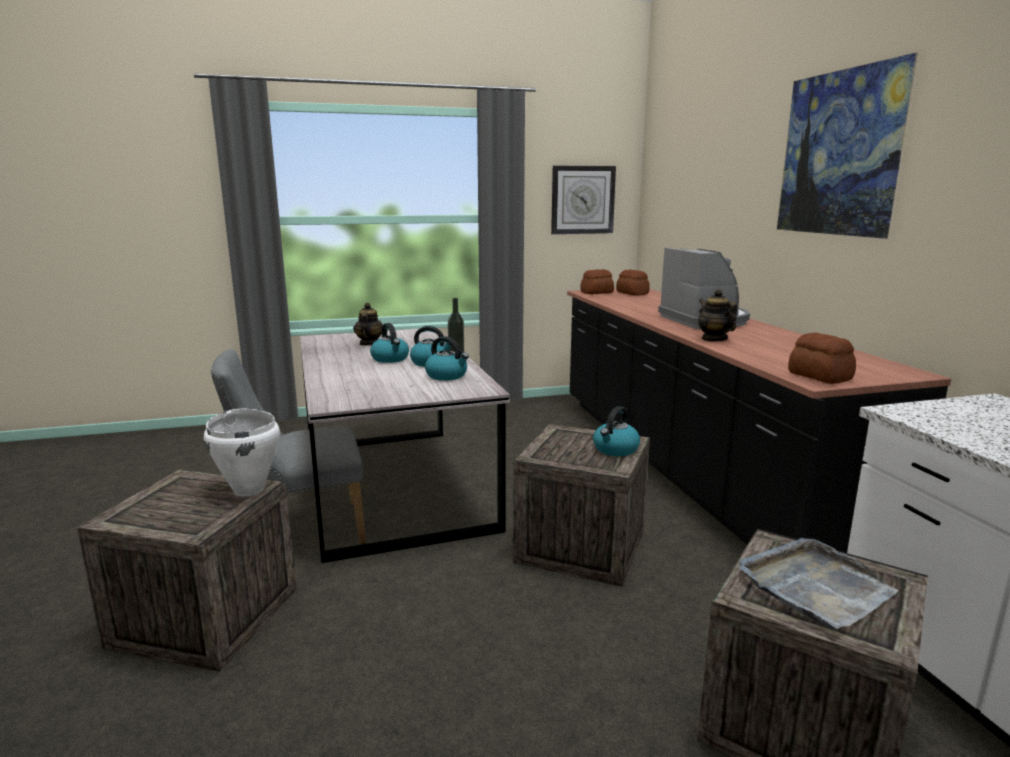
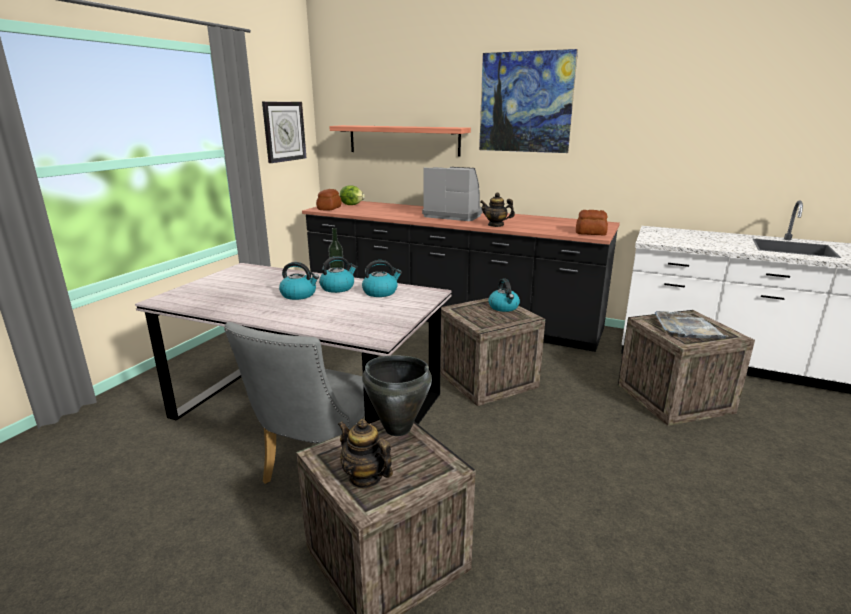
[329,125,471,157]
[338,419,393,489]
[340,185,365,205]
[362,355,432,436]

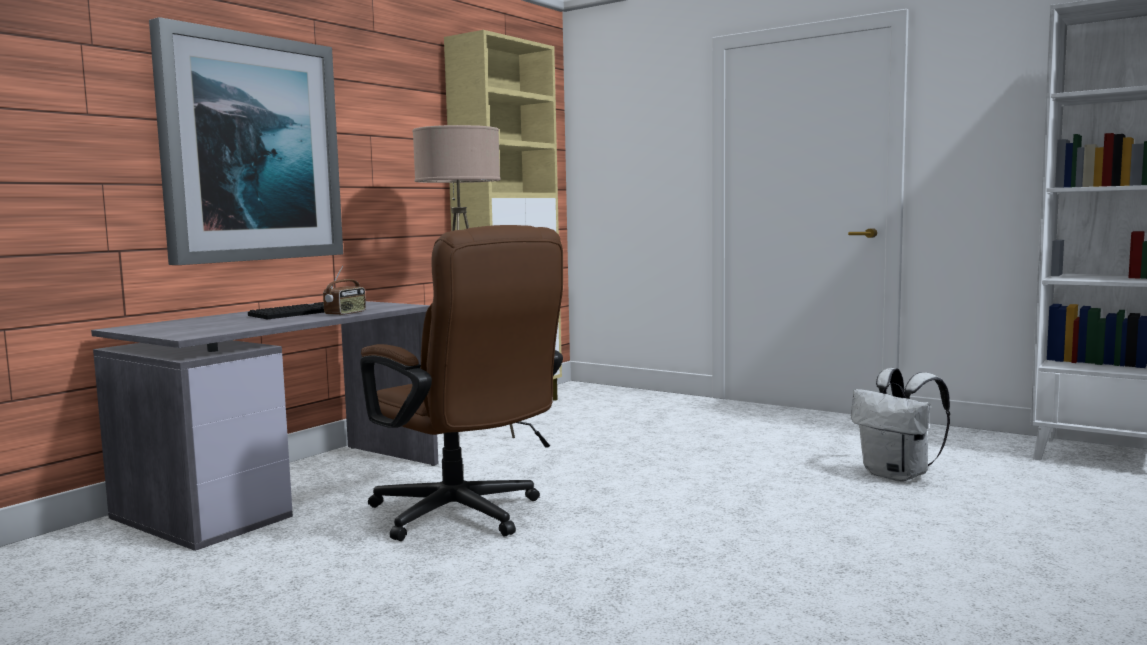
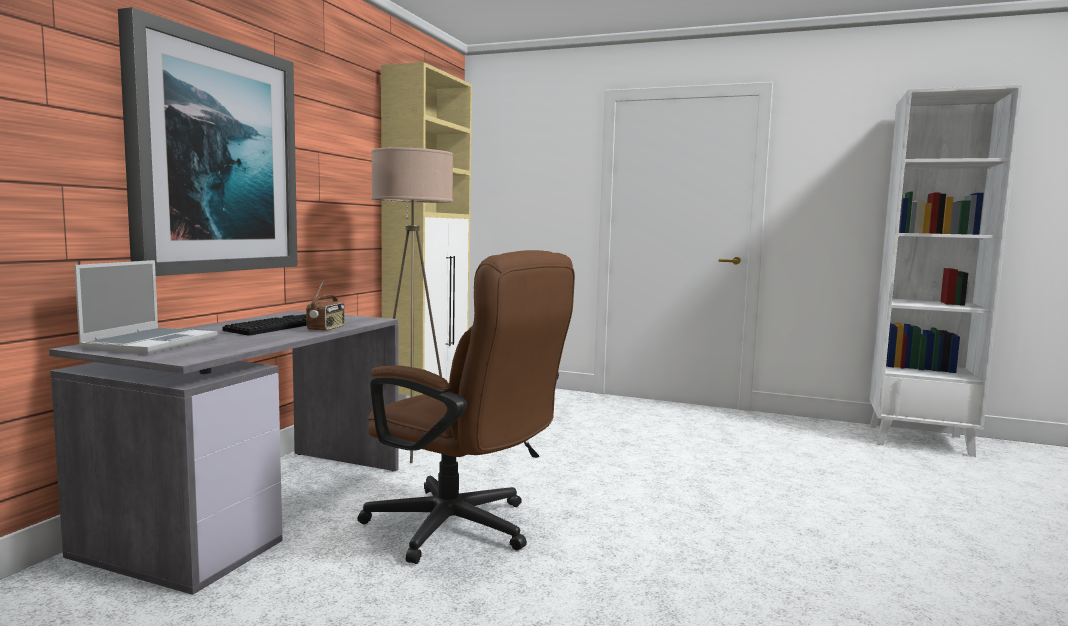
[74,260,218,354]
[851,368,950,482] (first image)

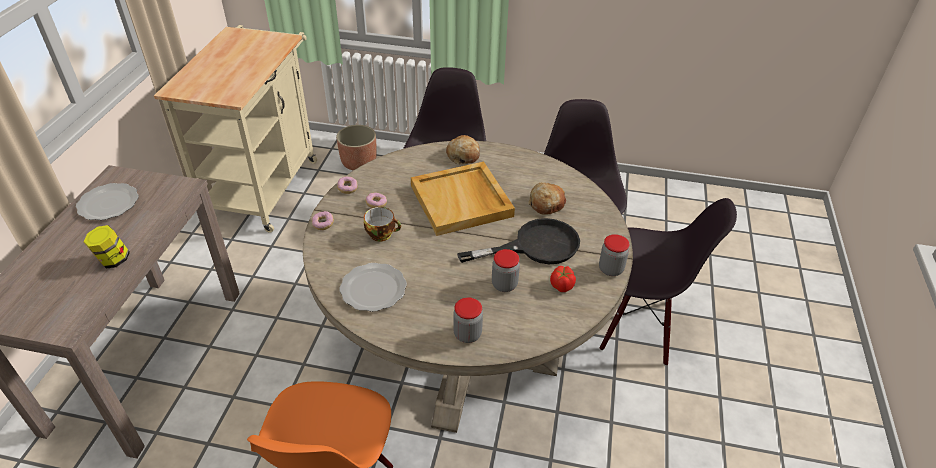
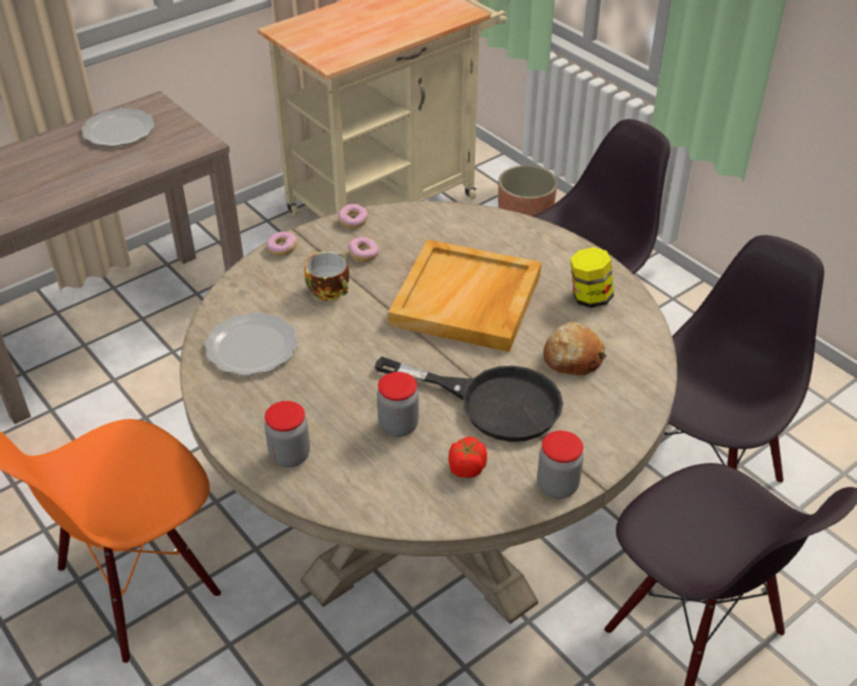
[570,247,614,308]
[446,135,480,164] (first image)

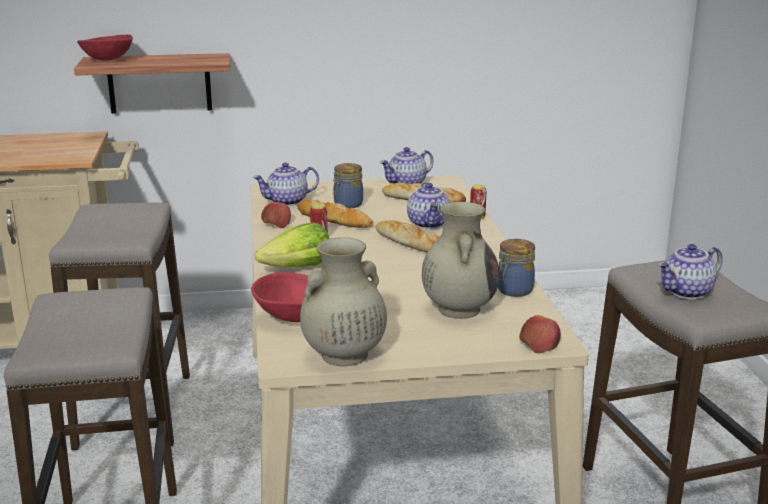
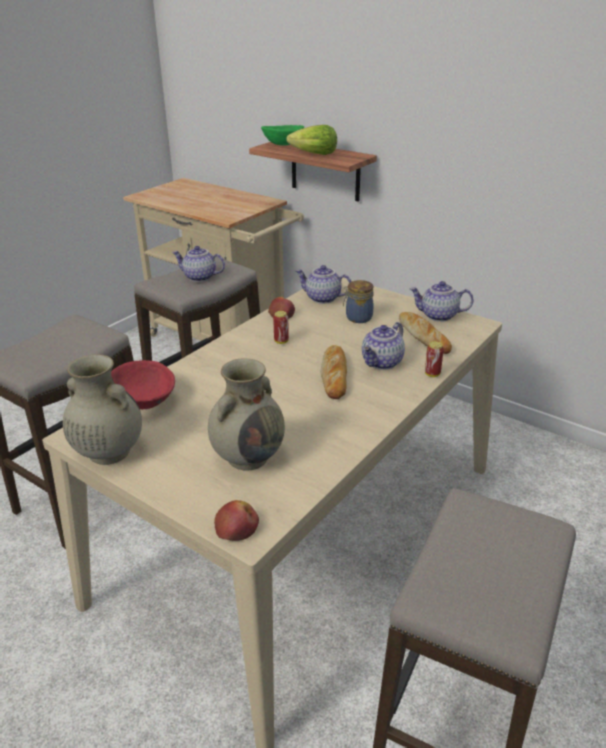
[172,246,225,282]
[261,125,304,146]
[286,125,337,155]
[297,200,373,228] (first image)
[498,239,535,297] (first image)

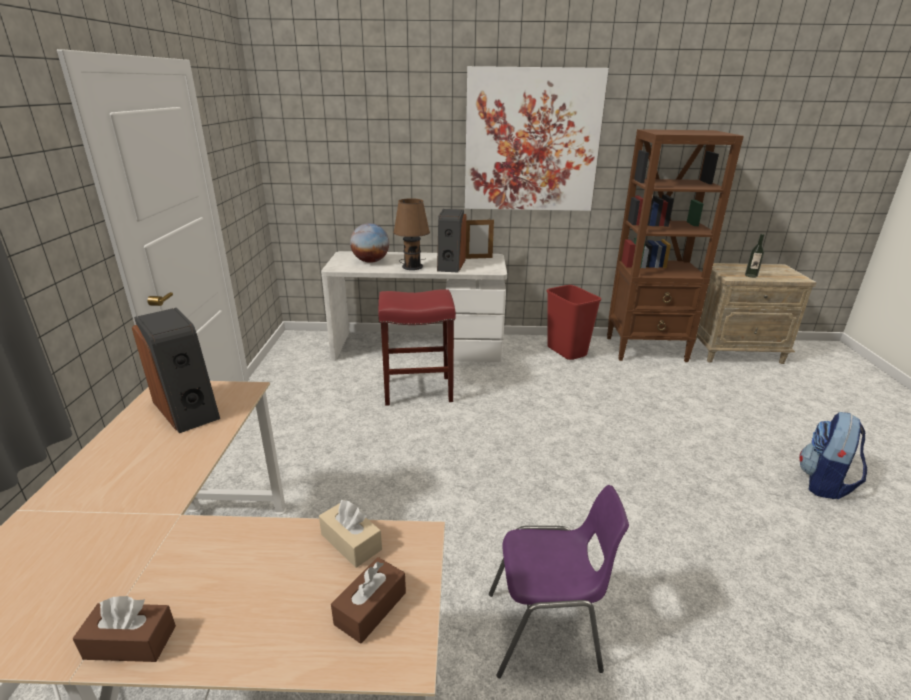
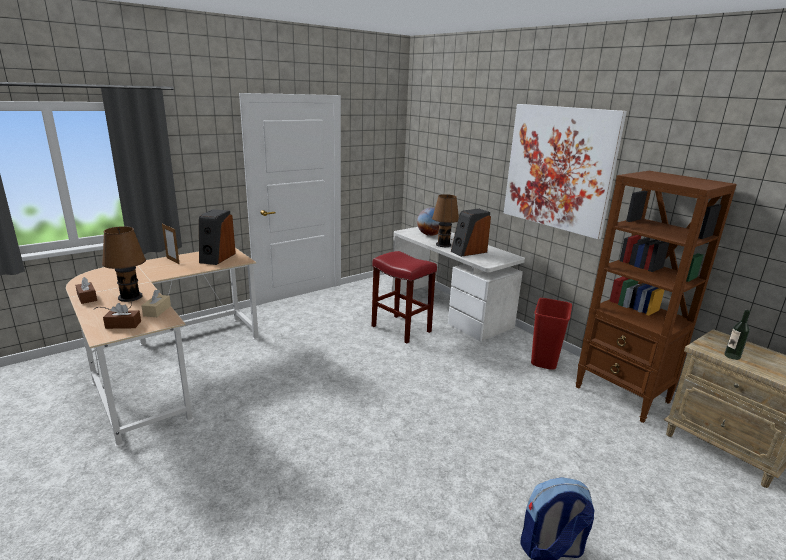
[95,226,146,310]
[162,224,180,264]
[489,485,629,678] (first image)

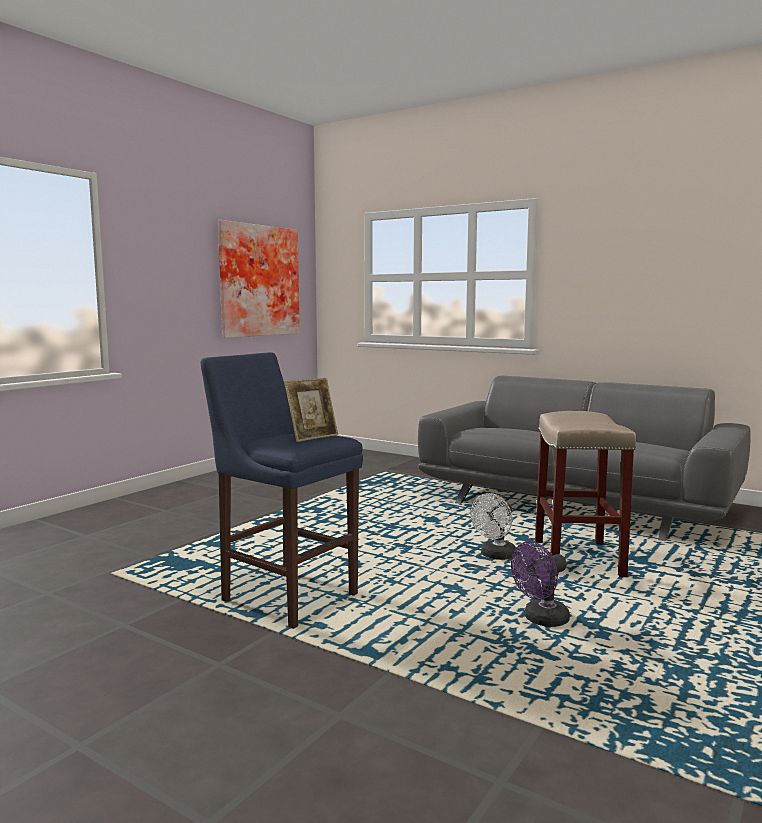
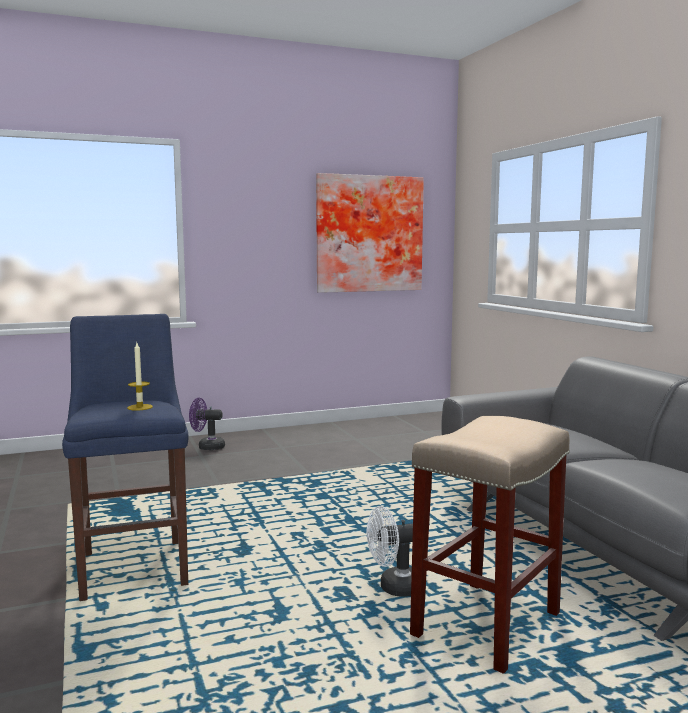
[127,343,153,411]
[189,398,225,450]

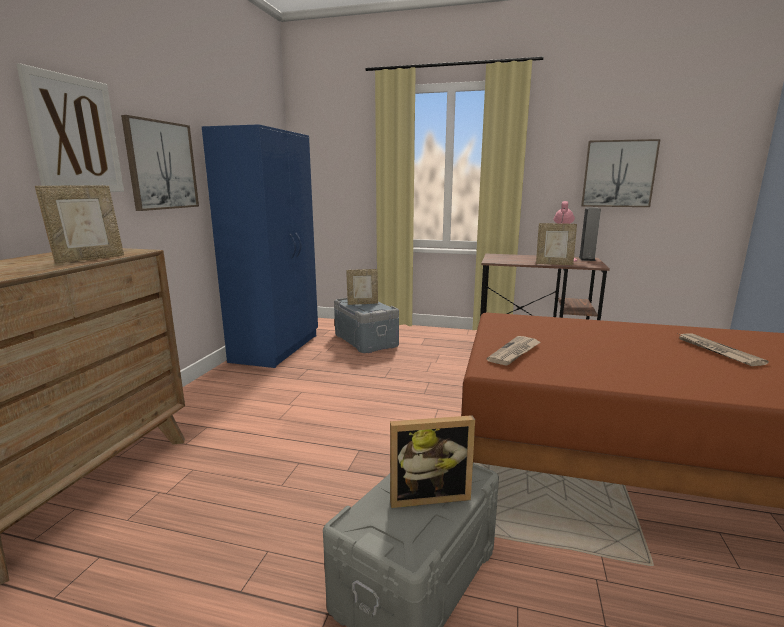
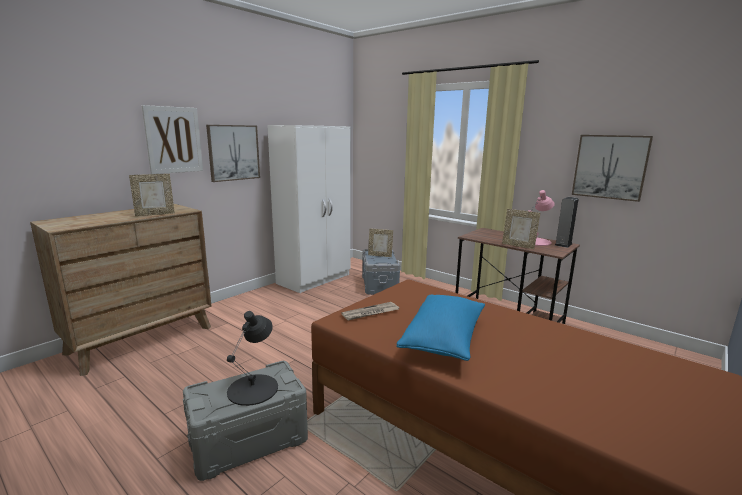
[227,311,278,406]
[267,125,351,293]
[396,295,485,361]
[678,333,769,366] (first image)

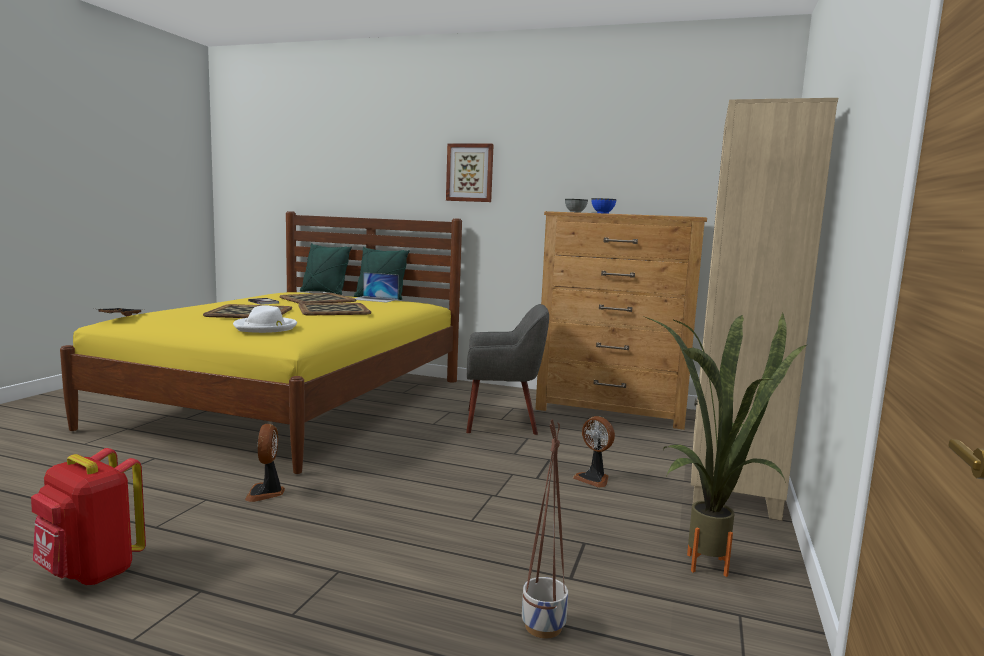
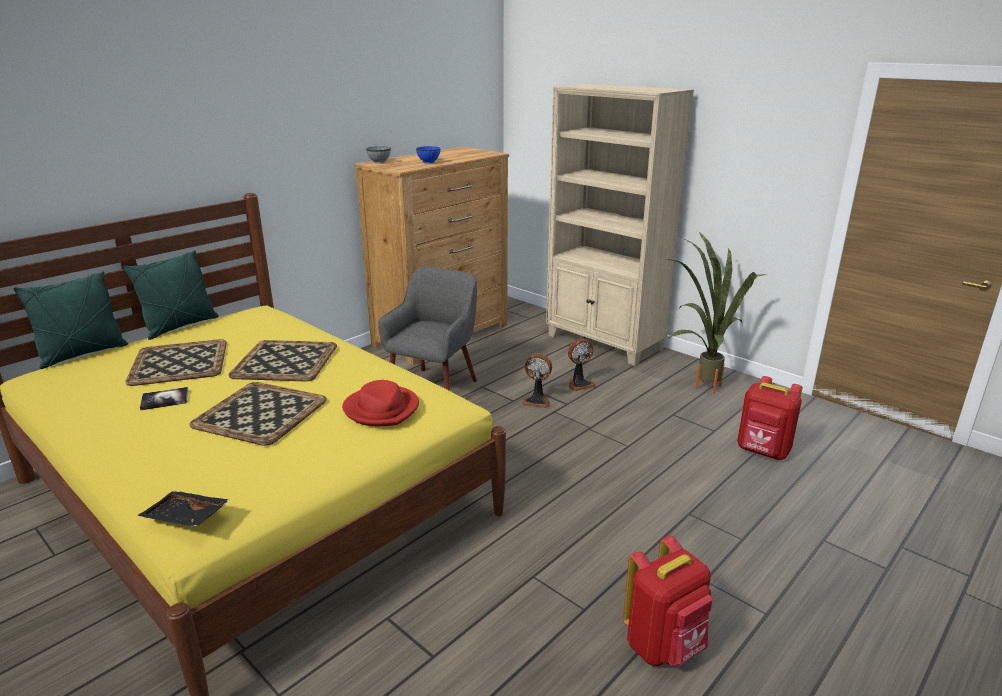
[342,380,419,426]
[521,353,552,408]
[737,376,802,460]
[355,272,399,303] (first image)
[446,143,494,202] (first image)

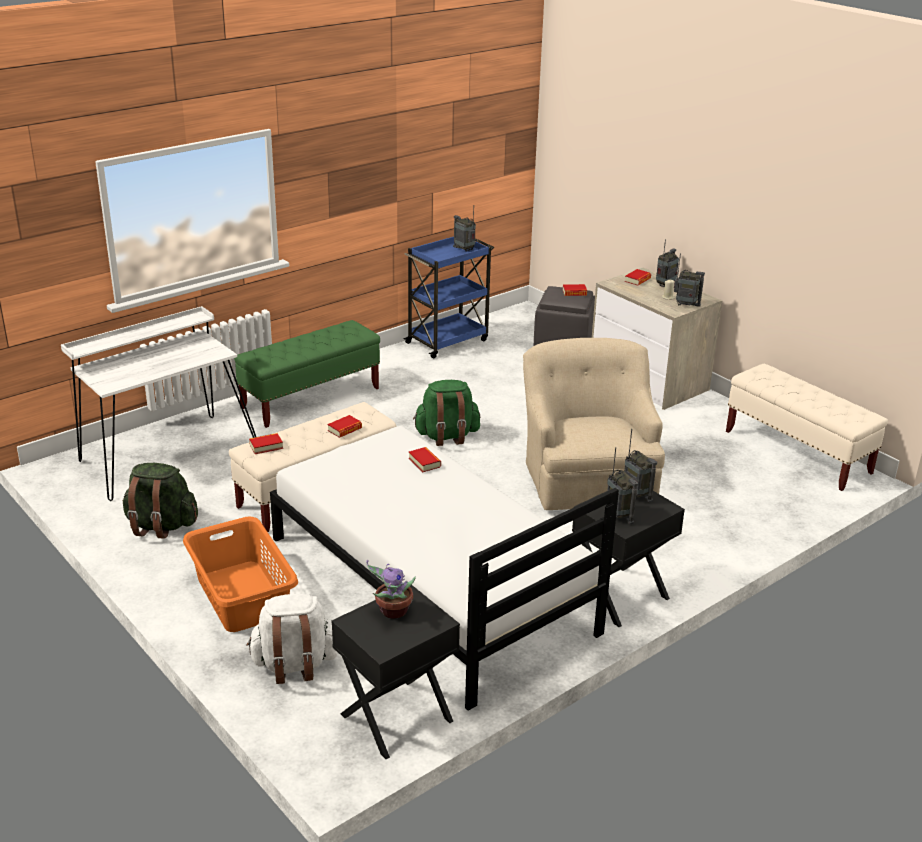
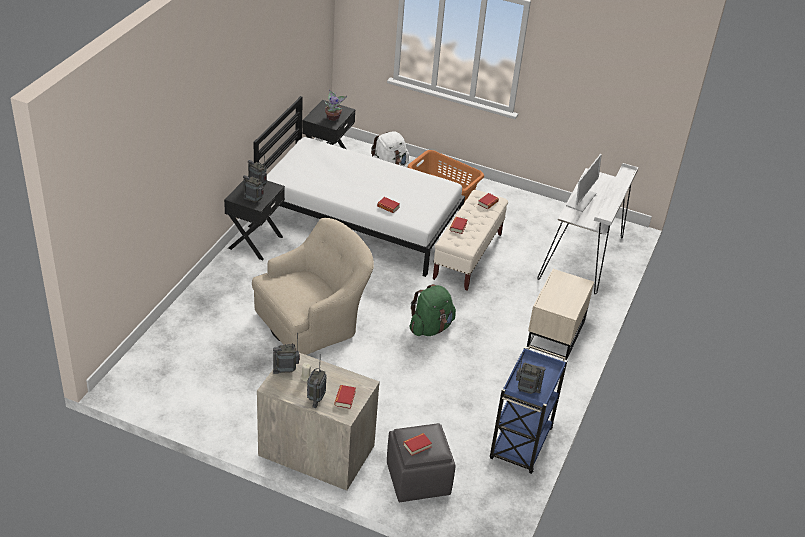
[252,218,374,355]
[527,269,594,360]
[566,154,602,212]
[122,463,198,539] (first image)
[726,364,888,491] (first image)

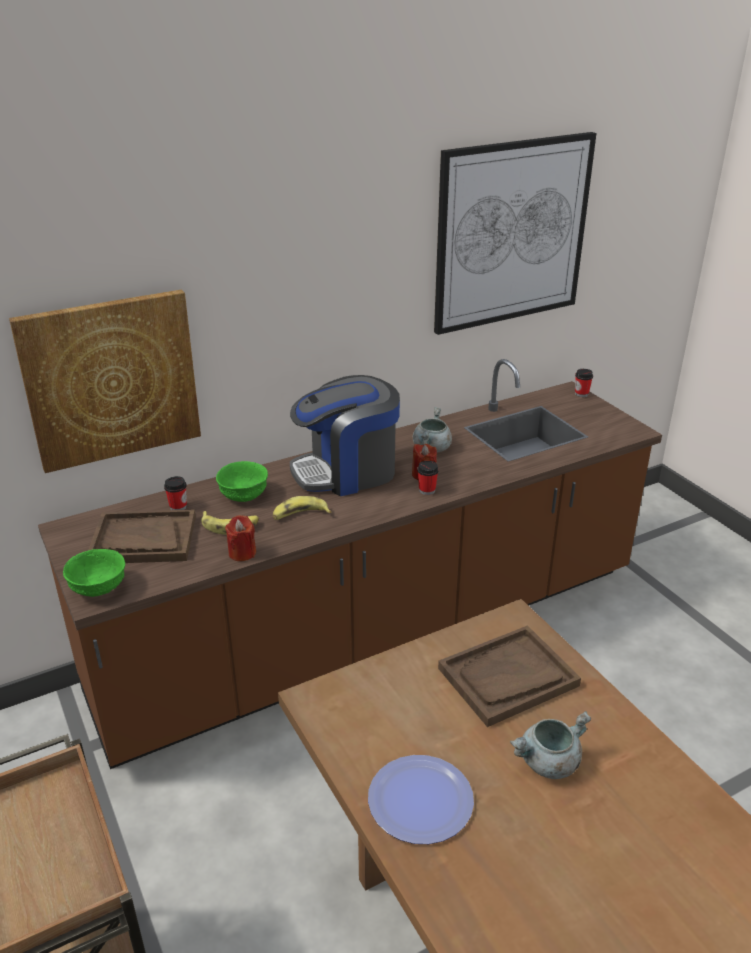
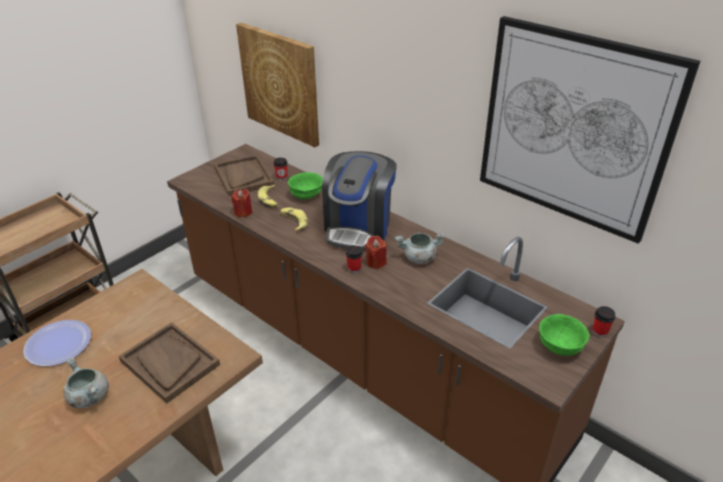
[322,151,396,251]
[539,314,589,356]

